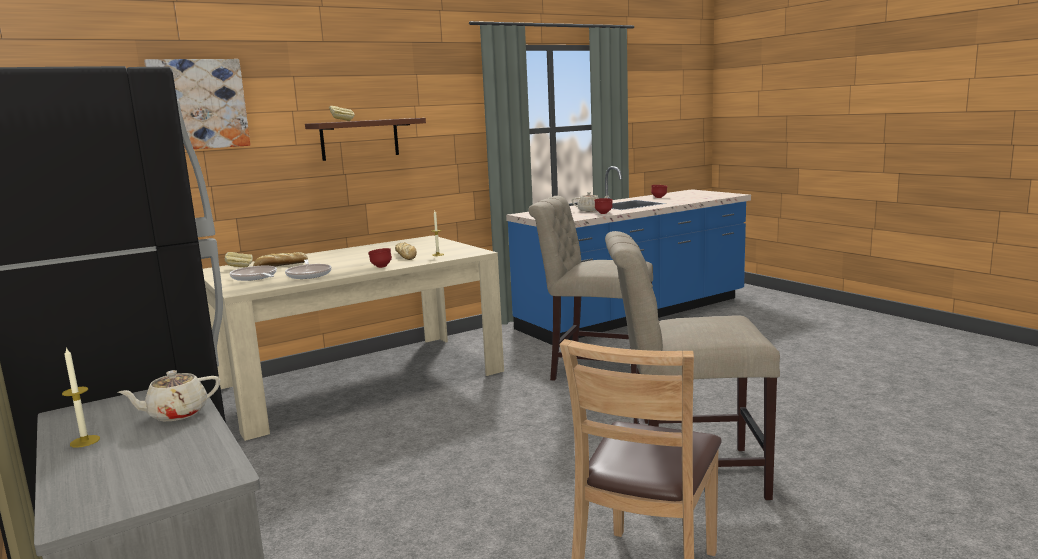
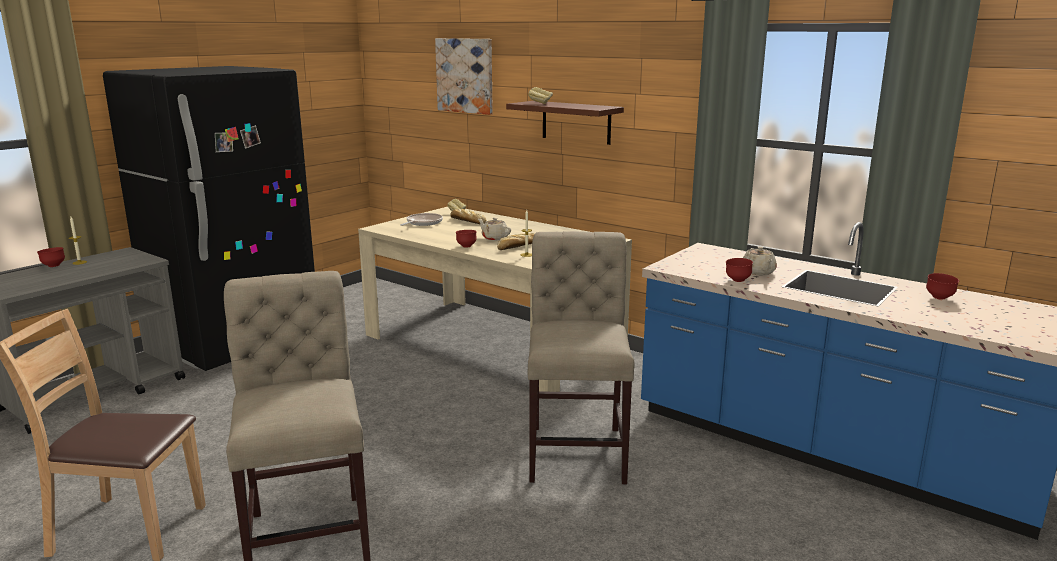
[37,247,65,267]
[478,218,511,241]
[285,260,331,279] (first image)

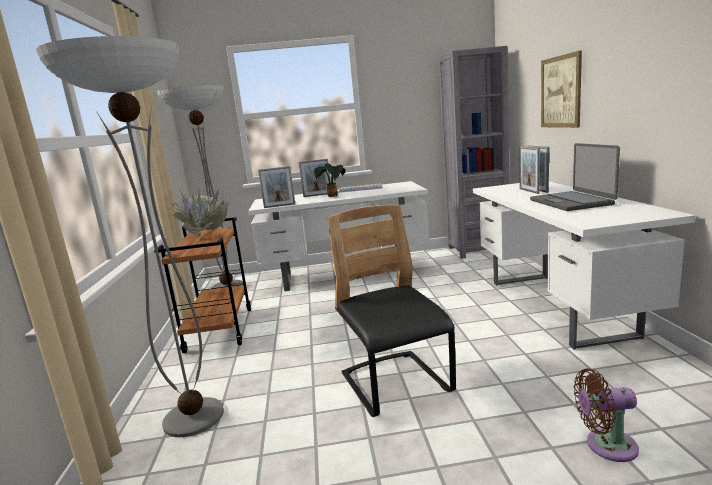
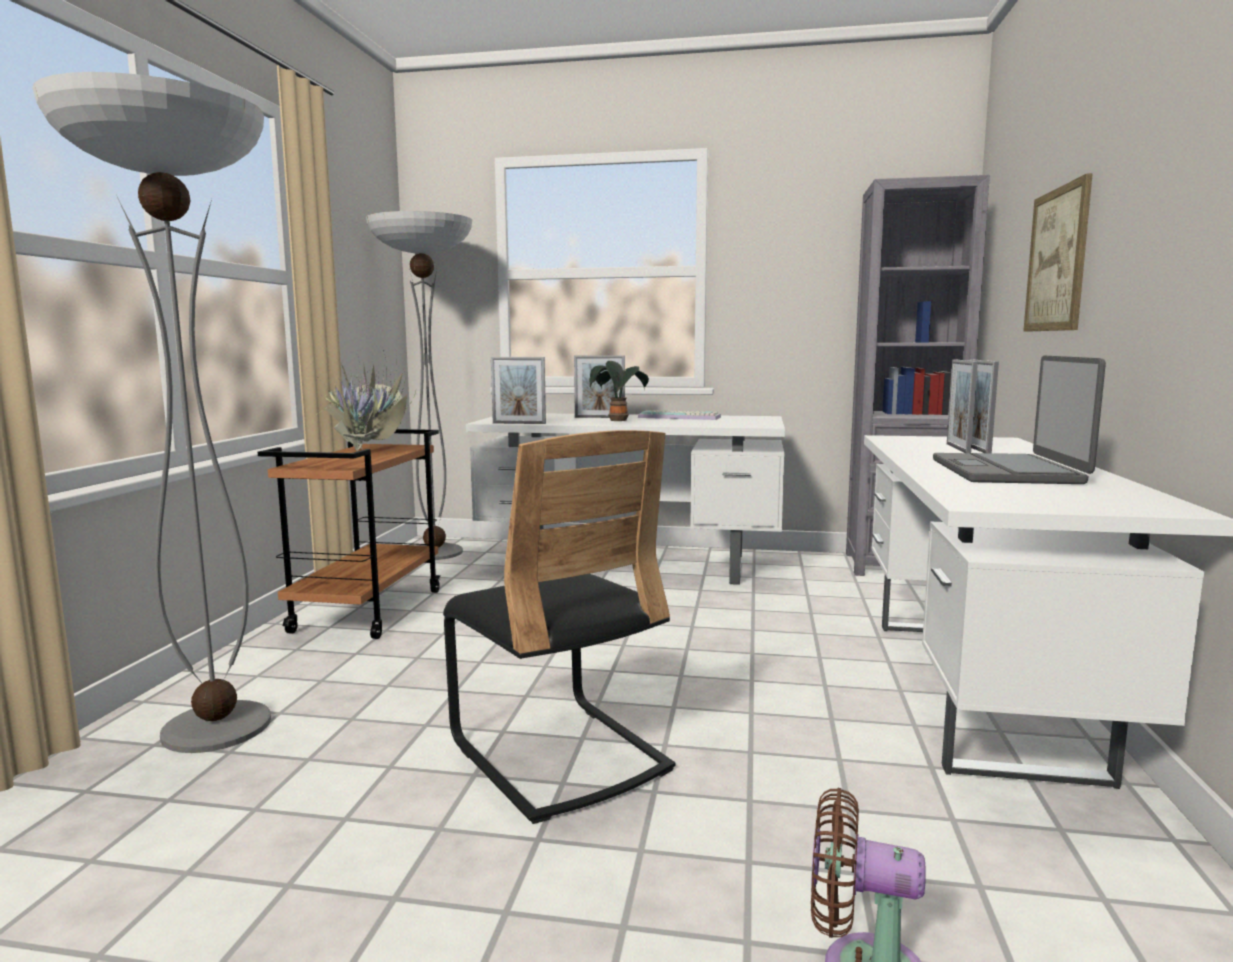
[443,430,675,824]

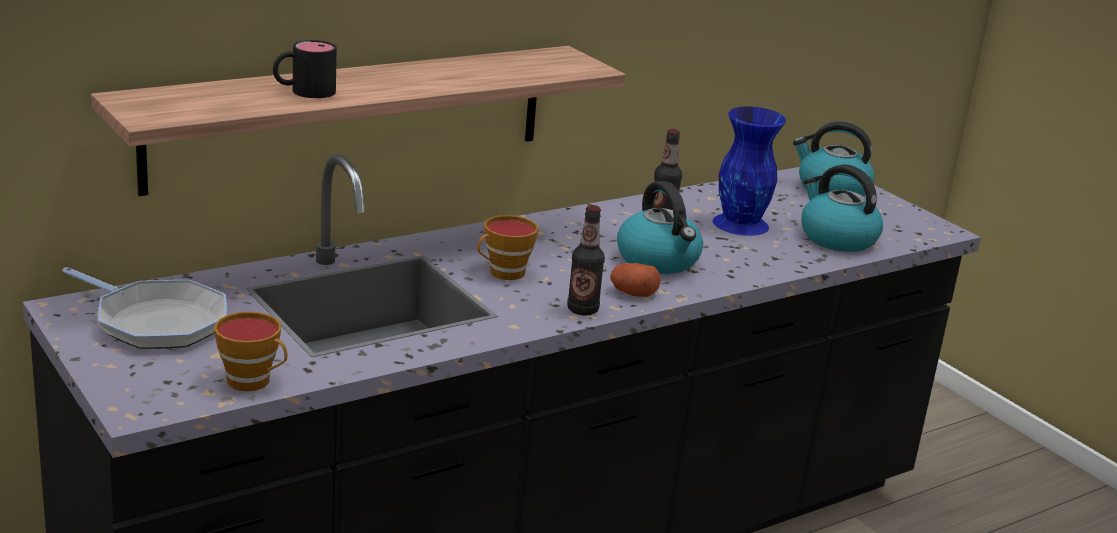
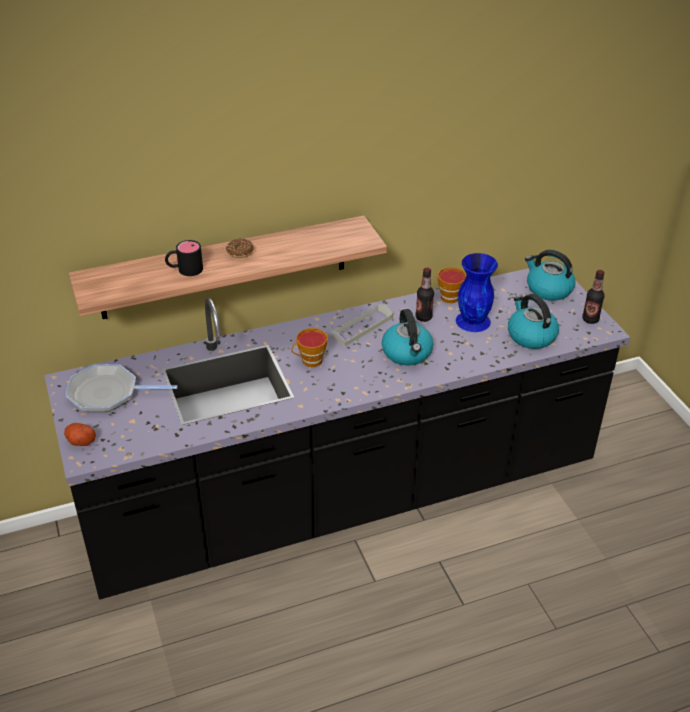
[64,423,96,446]
[65,364,177,412]
[226,238,254,258]
[330,304,393,347]
[437,267,466,303]
[582,270,605,324]

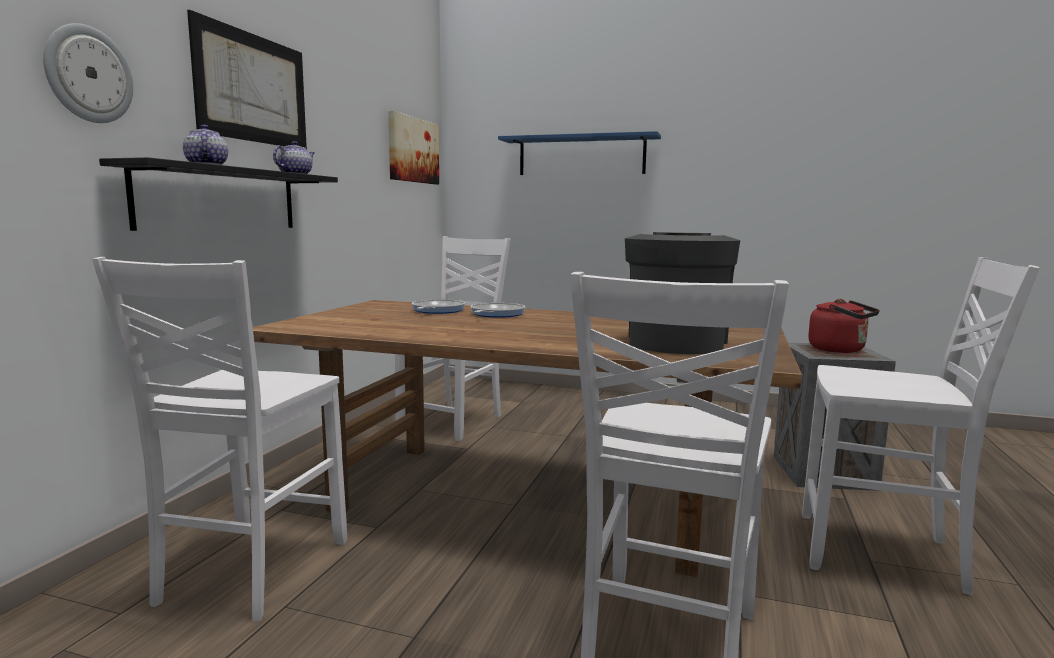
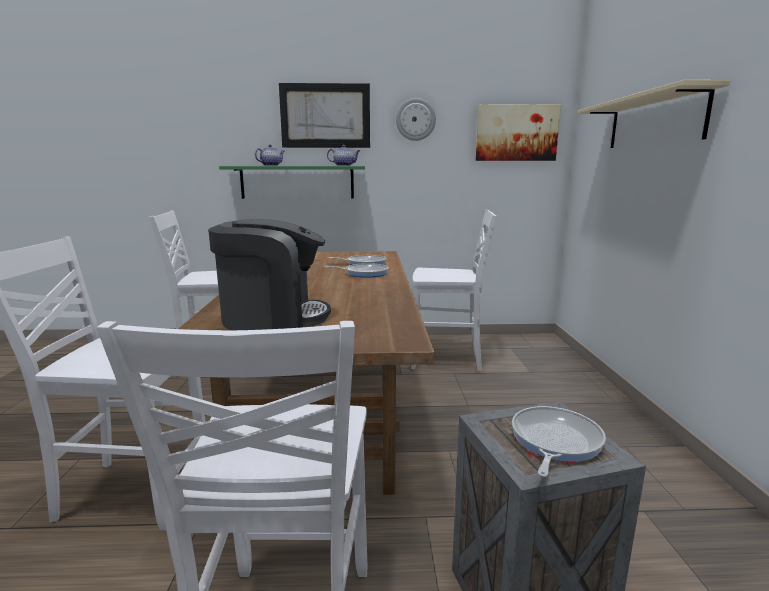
[219,166,365,199]
[396,98,436,141]
[512,406,606,477]
[577,80,731,148]

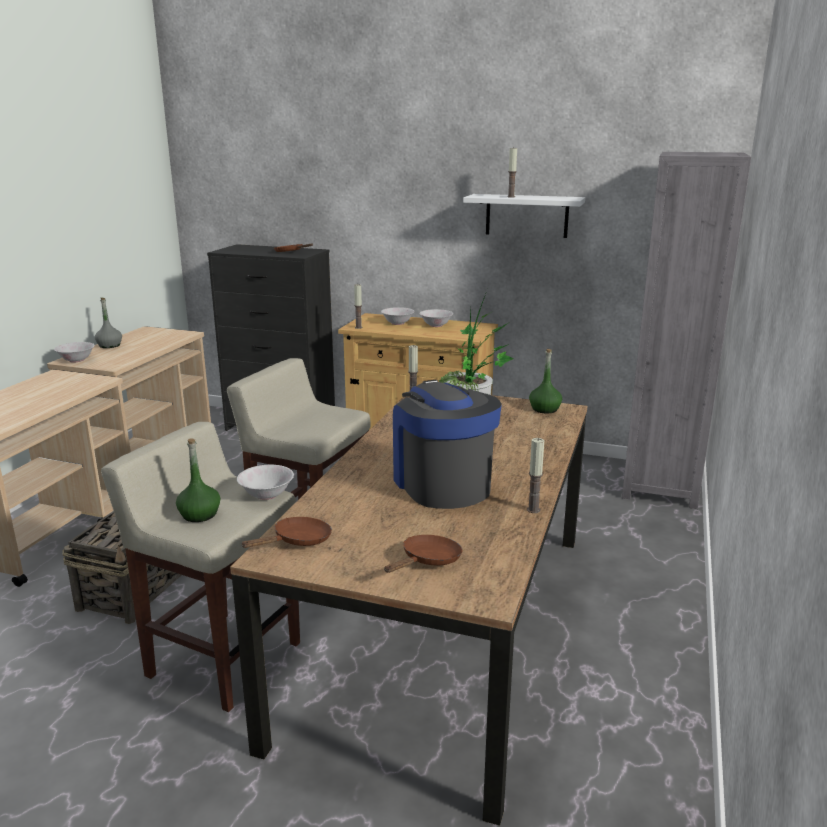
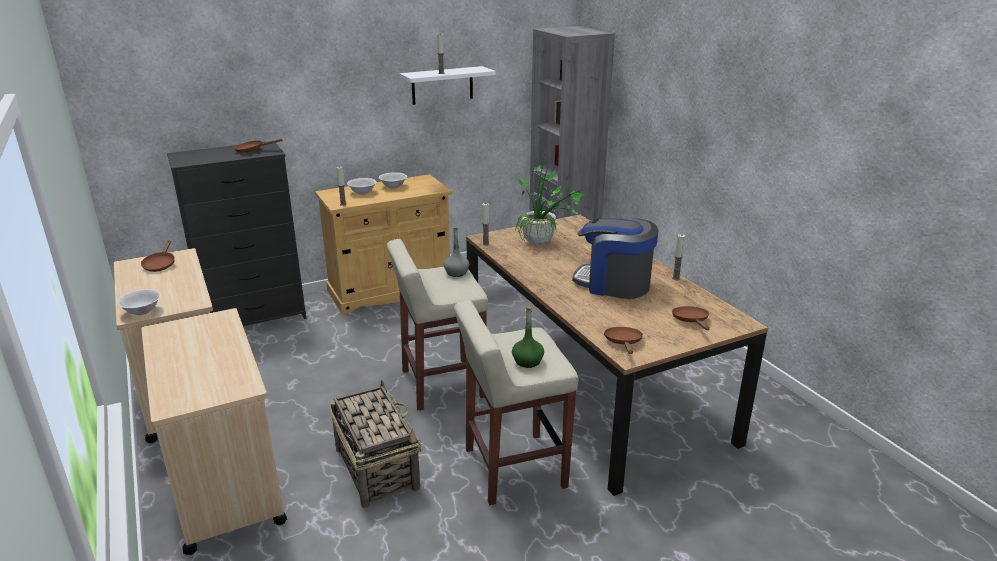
[141,240,175,272]
[444,227,469,277]
[237,465,294,500] (first image)
[529,349,562,413] (first image)

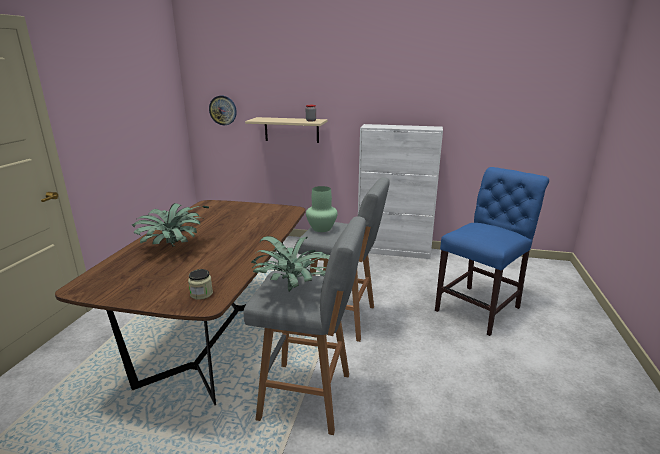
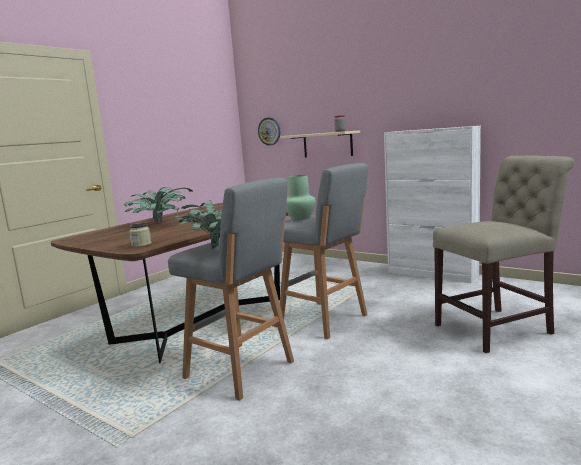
[433,156,574,353]

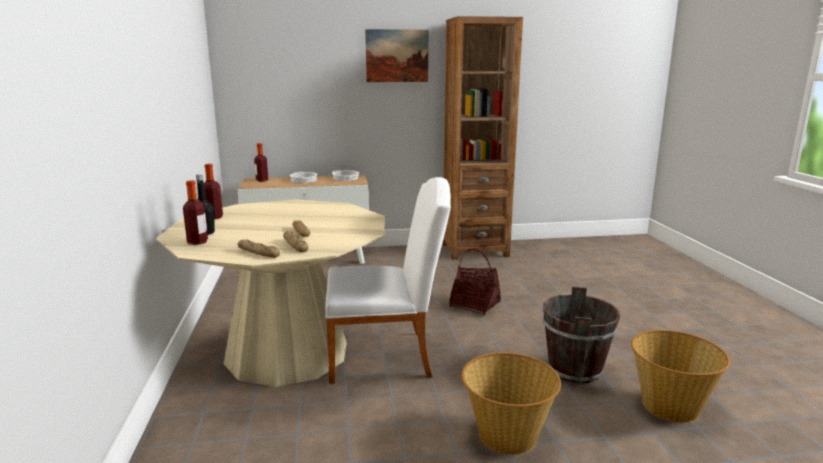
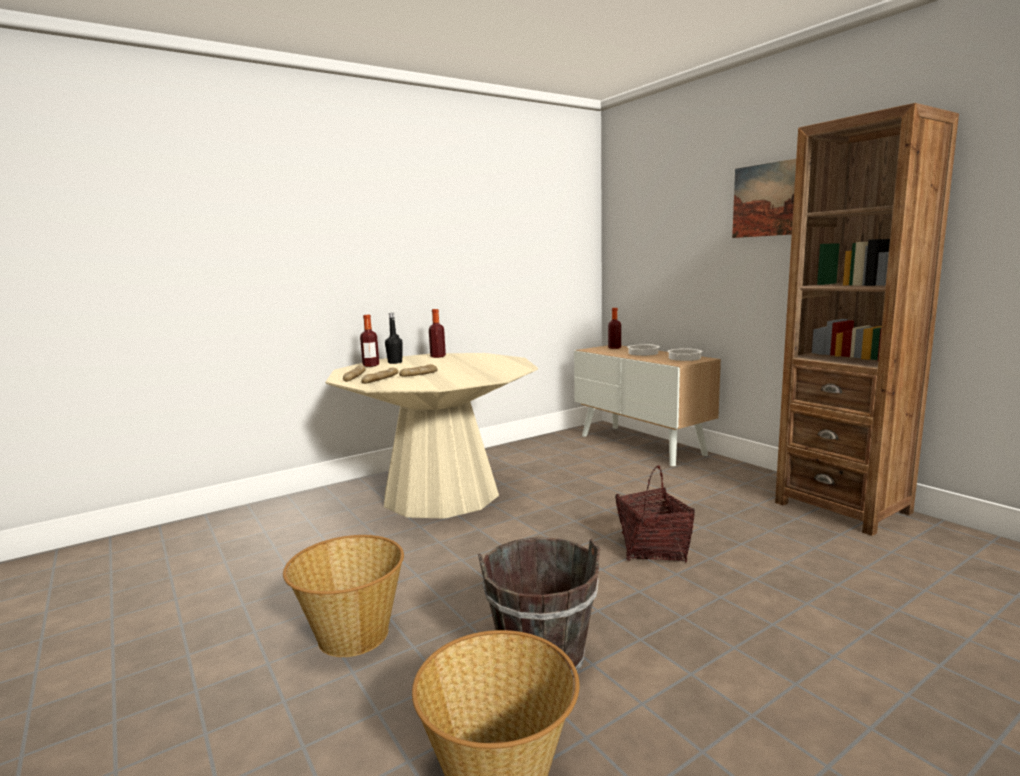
[325,177,451,384] (first image)

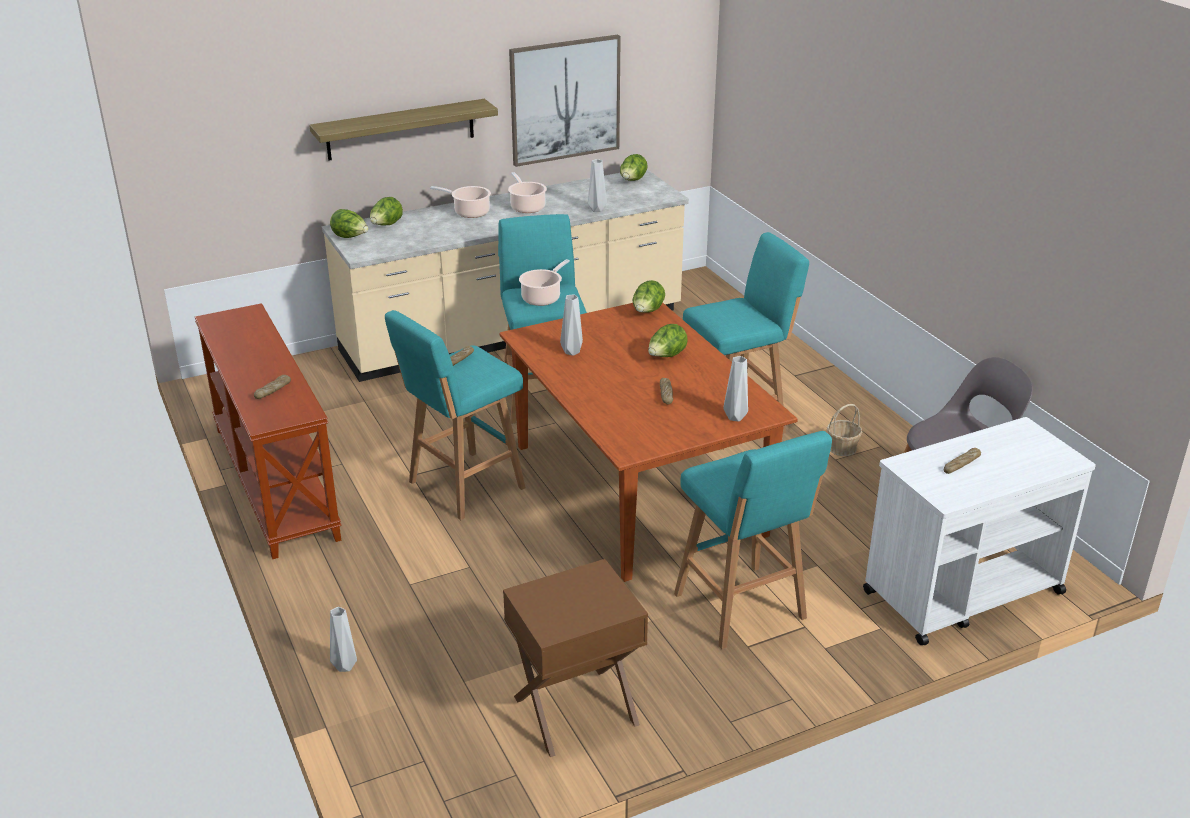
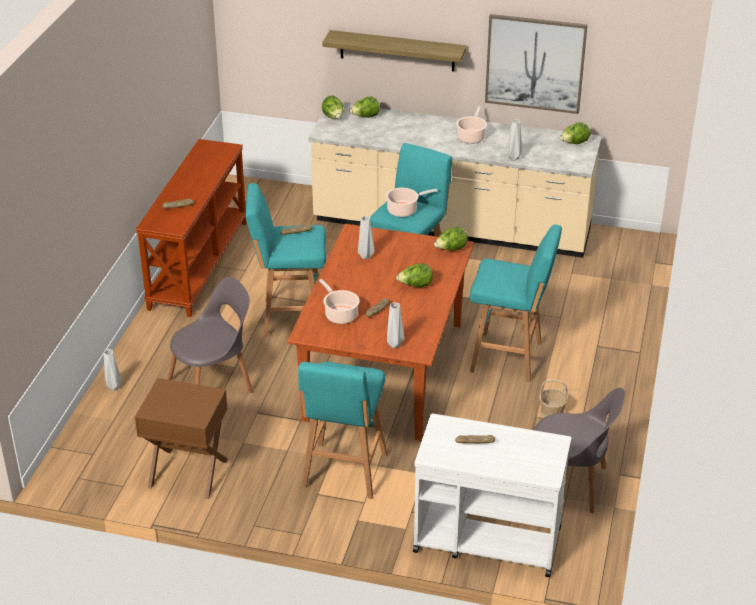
[168,277,253,393]
[319,279,360,324]

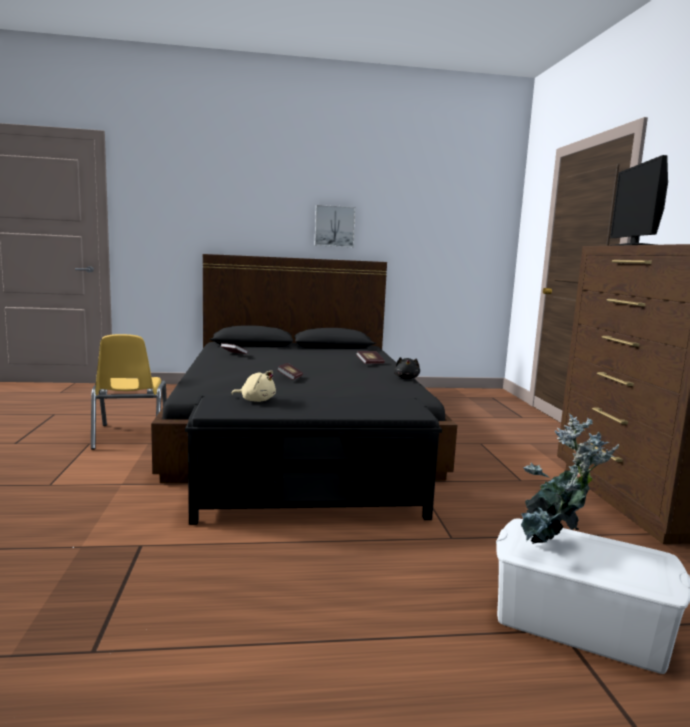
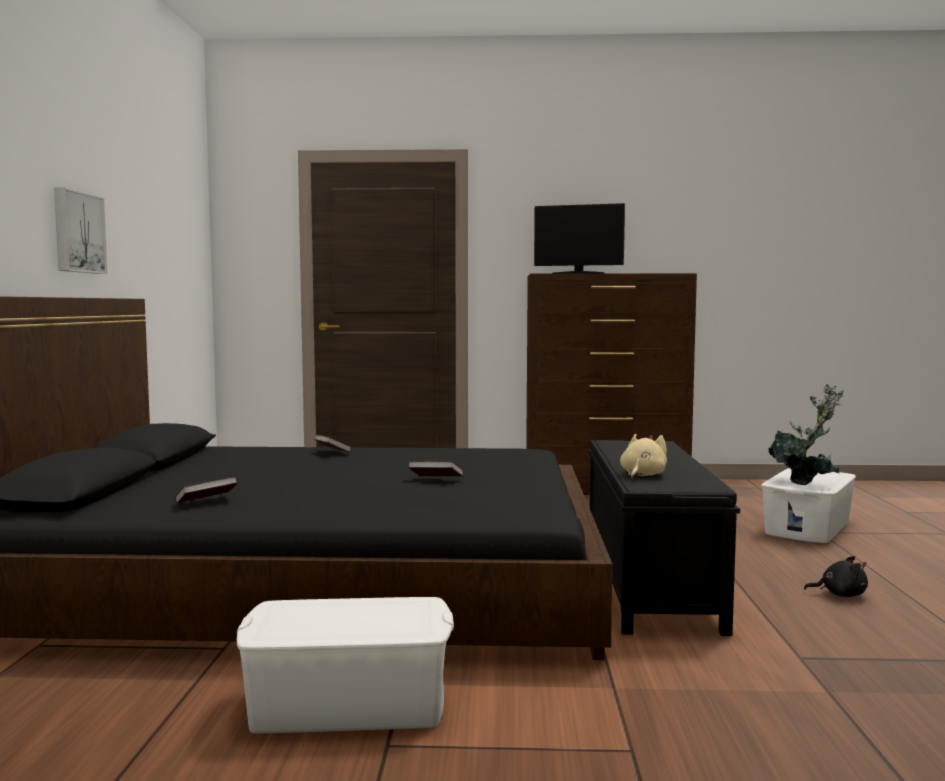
[237,597,454,733]
[804,556,868,597]

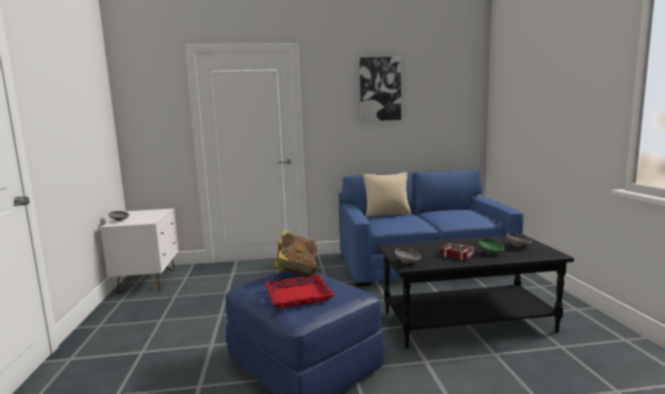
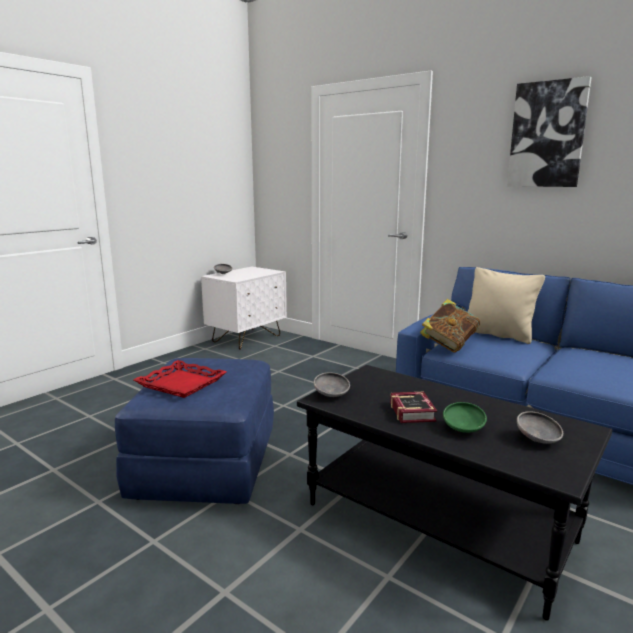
[420,299,480,352]

